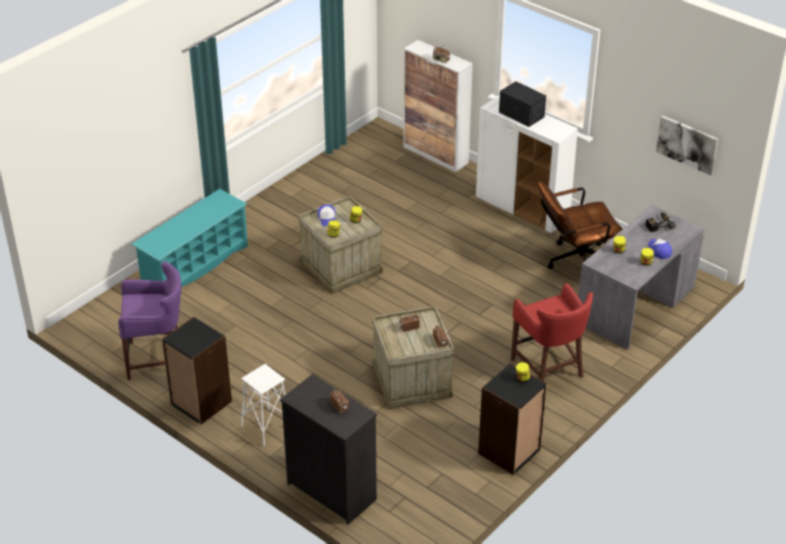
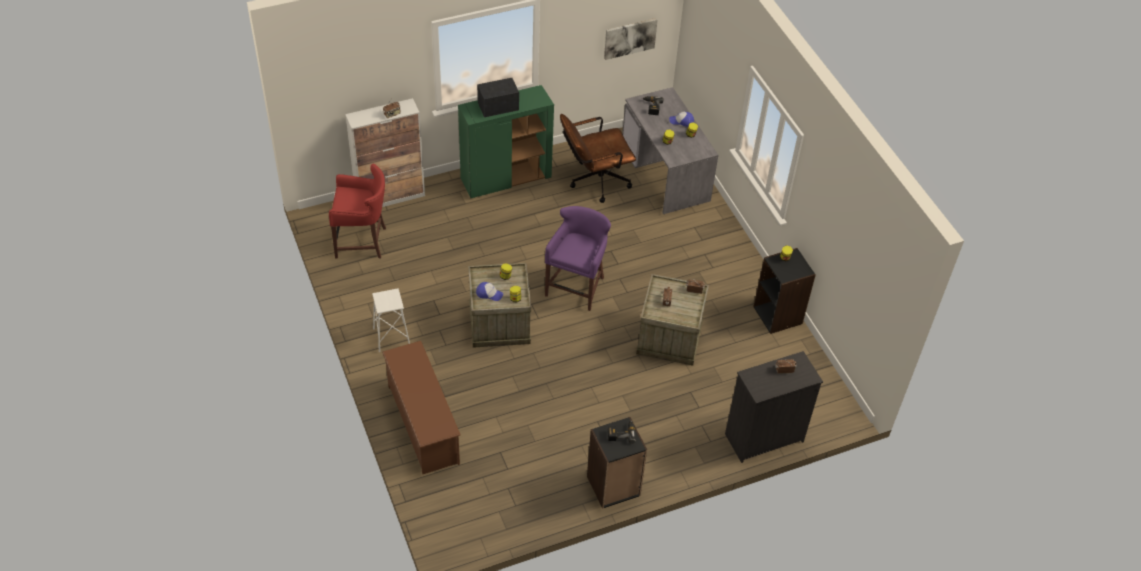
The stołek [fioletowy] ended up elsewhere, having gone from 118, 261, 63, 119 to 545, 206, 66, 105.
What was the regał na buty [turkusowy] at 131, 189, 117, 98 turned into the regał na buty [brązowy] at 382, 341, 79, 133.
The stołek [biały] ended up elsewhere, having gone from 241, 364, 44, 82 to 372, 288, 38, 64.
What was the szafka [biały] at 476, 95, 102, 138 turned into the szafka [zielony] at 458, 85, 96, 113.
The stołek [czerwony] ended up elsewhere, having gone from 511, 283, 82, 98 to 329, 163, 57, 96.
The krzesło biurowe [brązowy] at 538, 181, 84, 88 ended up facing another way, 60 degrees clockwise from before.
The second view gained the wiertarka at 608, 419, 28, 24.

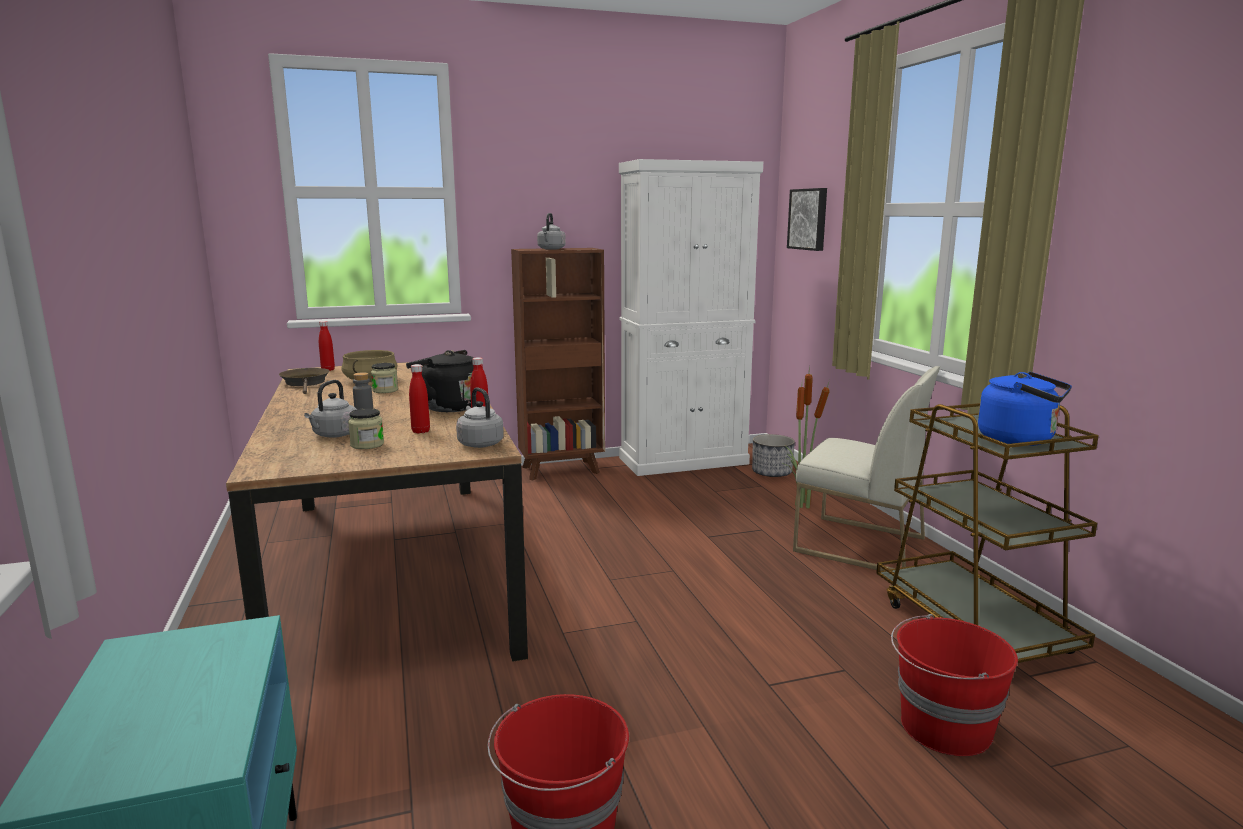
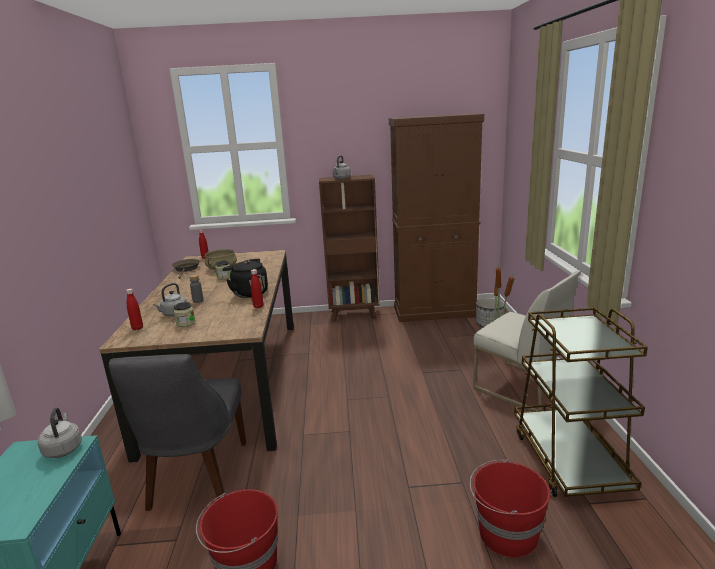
The butelka [czerwony] ended up elsewhere, having gone from 409, 364, 21, 70 to 126, 289, 17, 41.
The czajnik [szary] ended up elsewhere, having gone from 456, 387, 48, 61 to 38, 407, 44, 51.
What was the szafka [biały] at 619, 159, 144, 317 turned into the szafka [brązowy] at 389, 113, 95, 209.
The second view lost the obraz at 787, 188, 40, 63.
The second view lost the czajnik [niebieski] at 978, 372, 94, 74.
The second view gained the krzesło [szary] at 109, 354, 137, 157.

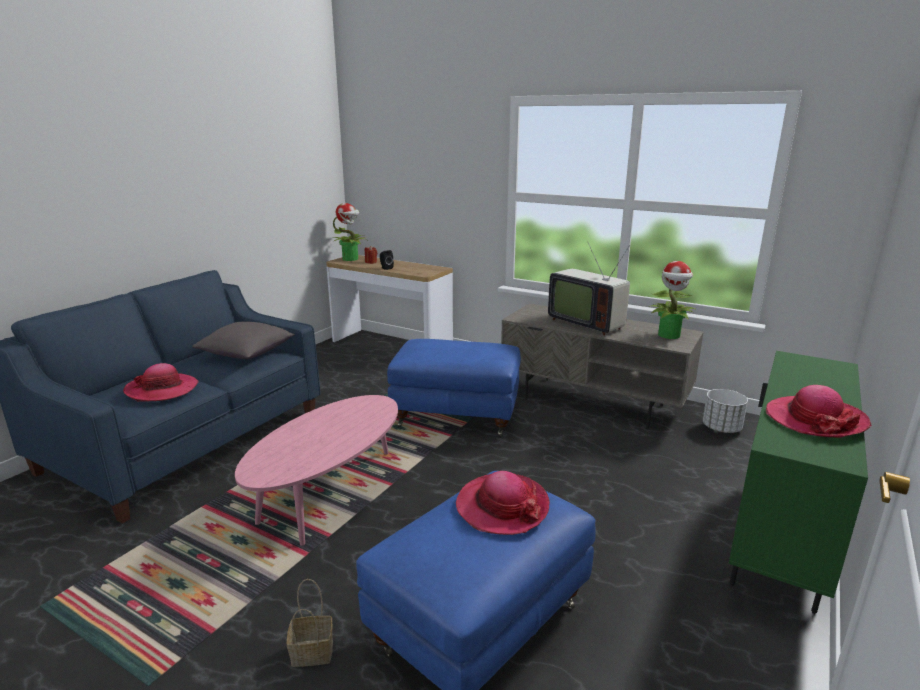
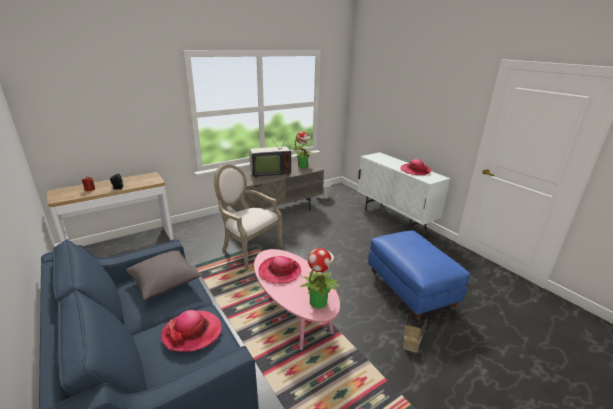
The roślina doniczkowa ended up elsewhere, having gone from 333, 203, 34, 58 to 300, 248, 40, 61.
Where the pufa [niebieski] stood at 387, 339, 134, 97, the fotel came to stand at 214, 164, 69, 106.
The kapelusz ended up elsewhere, having gone from 456, 471, 94, 64 to 258, 256, 43, 28.
What was the szafka [zielony] at 729, 351, 139, 263 turned into the szafka [biały] at 357, 152, 93, 79.

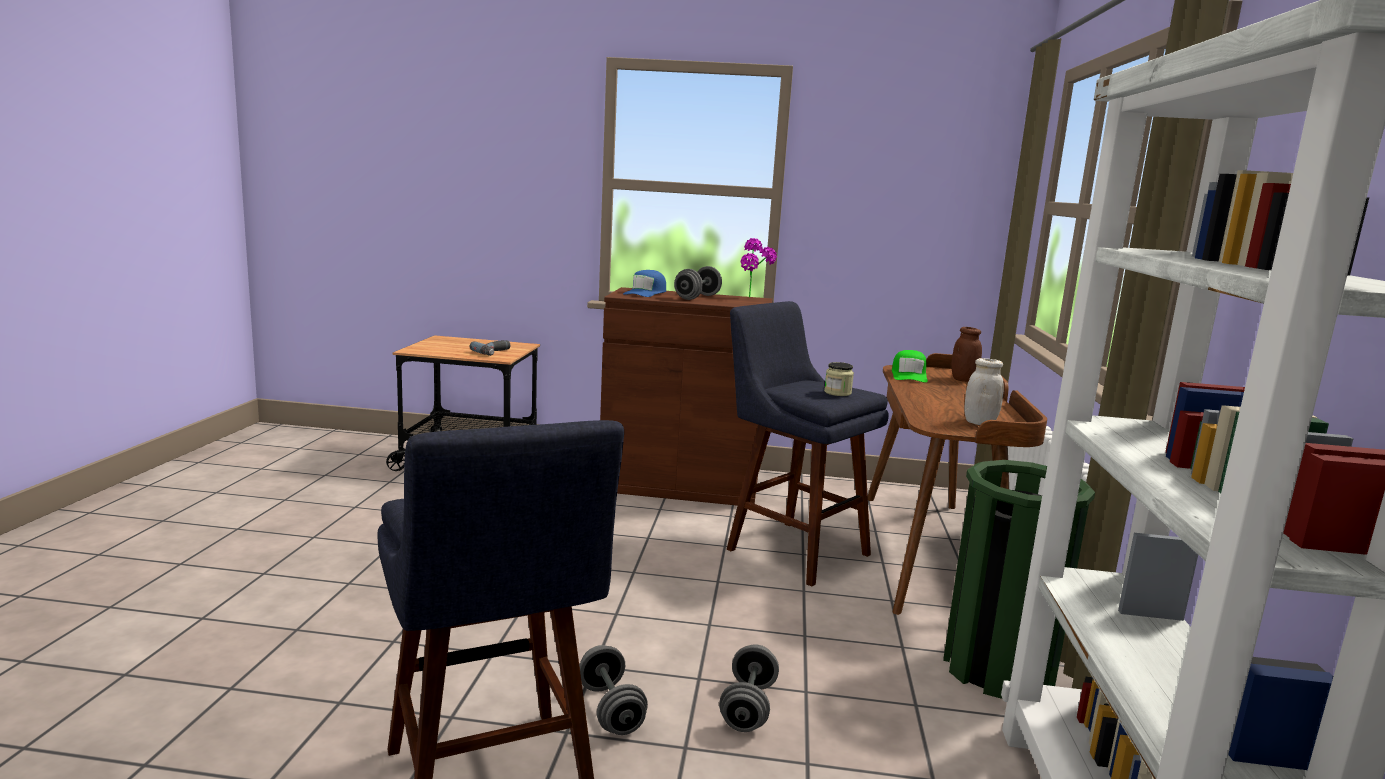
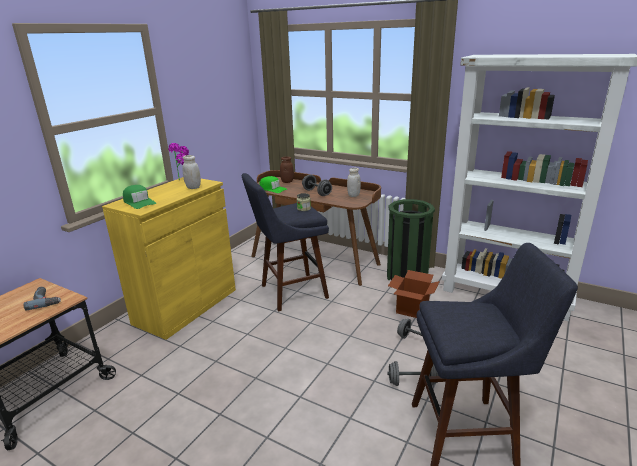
What was the szafka [brązowy] at 600, 287, 173, 219 turned into the szafka [żółty] at 102, 177, 134, 163.
What was the czapka z daszkiem [niebieski] at 623, 270, 43, 27 turned into the czapka z daszkiem [zielony] at 123, 185, 33, 24.
The hantel [szary] ended up elsewhere, having gone from 674, 266, 48, 34 to 302, 174, 30, 22.
The second view gained the słoik [biały] at 182, 155, 19, 34.
The second view gained the karton at 388, 270, 52, 48.

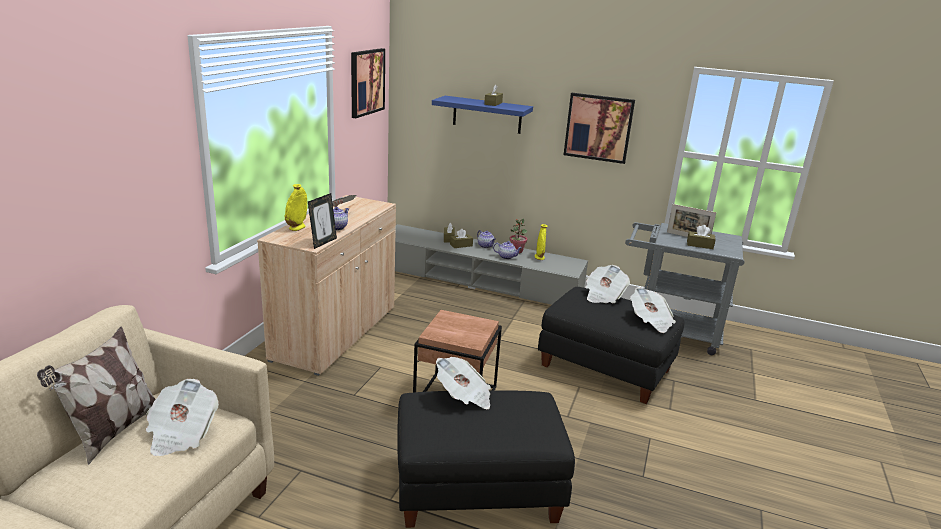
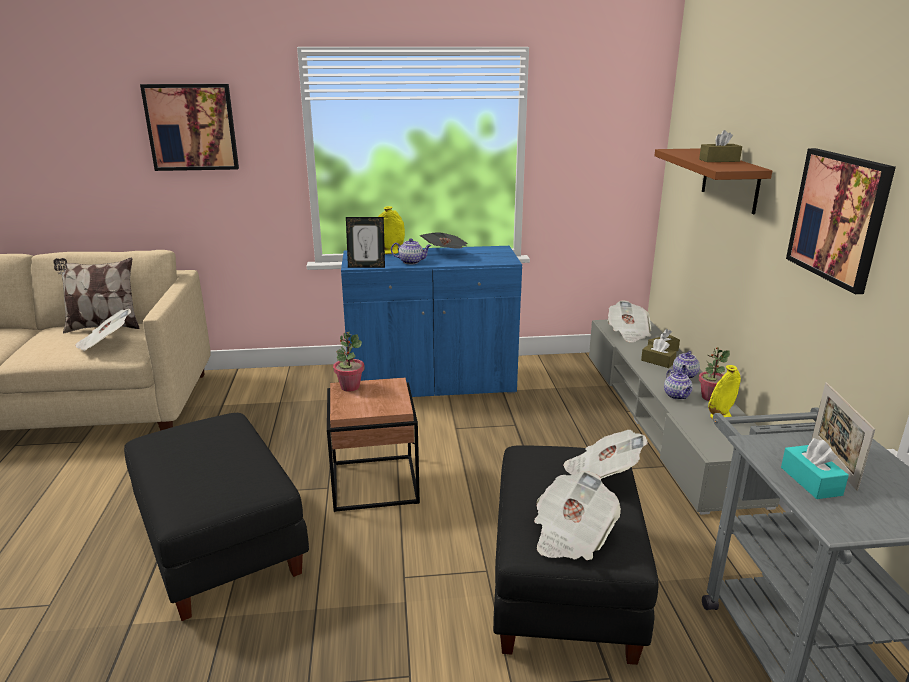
What was the szafka [beżowy] at 257, 195, 139, 181 turned into the szafka [niebieski] at 341, 246, 181, 151.
The obraz ended up elsewhere, having gone from 351, 48, 34, 70 to 140, 84, 99, 87.
What was the półka [niebieski] at 432, 96, 101, 38 turned into the półka [brązowy] at 654, 148, 118, 66.
The gazeta ended up elsewhere, having gone from 436, 357, 55, 52 to 608, 301, 43, 41.
What was the pudełko chusteczek [brązowy] at 687, 225, 29, 24 turned into the pudełko chusteczek [turkusowy] at 781, 438, 68, 61.
The second view gained the roślina doniczkowa at 333, 332, 32, 60.

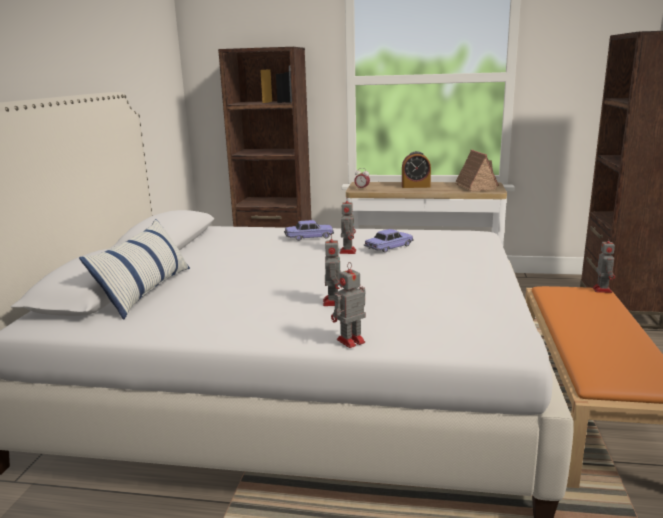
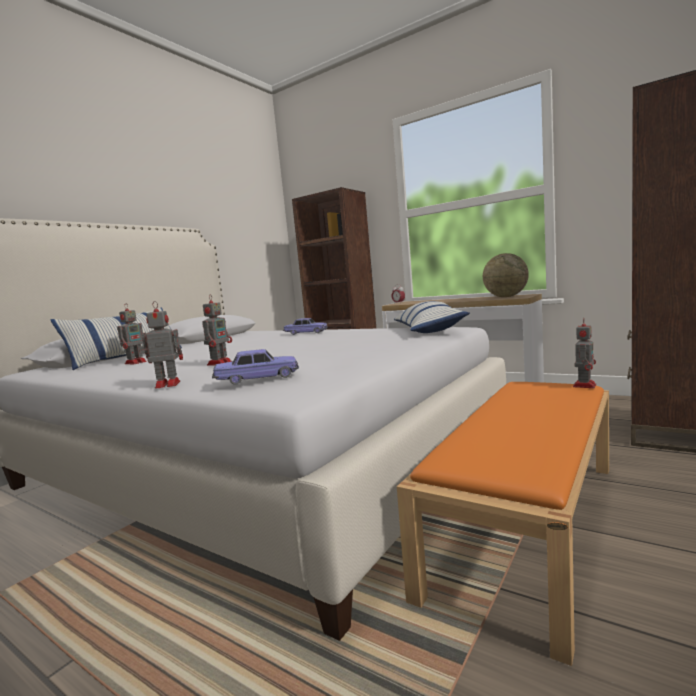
The robot zabawkowy ended up elsewhere, having gone from 340, 201, 16, 53 to 117, 303, 30, 61.
The samochodzik ended up elsewhere, having gone from 364, 229, 50, 24 to 212, 349, 87, 36.
The second view lost the budzik at 402, 151, 29, 37.
Where the domek stood at 455, 150, 44, 42, the globus came to stand at 483, 253, 46, 44.
The second view gained the poduszka at 394, 301, 76, 32.

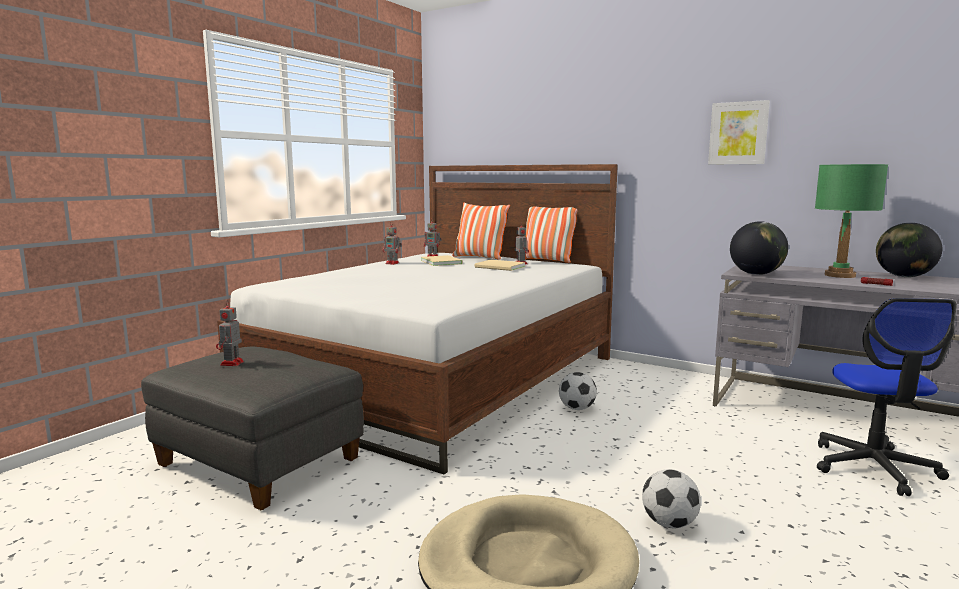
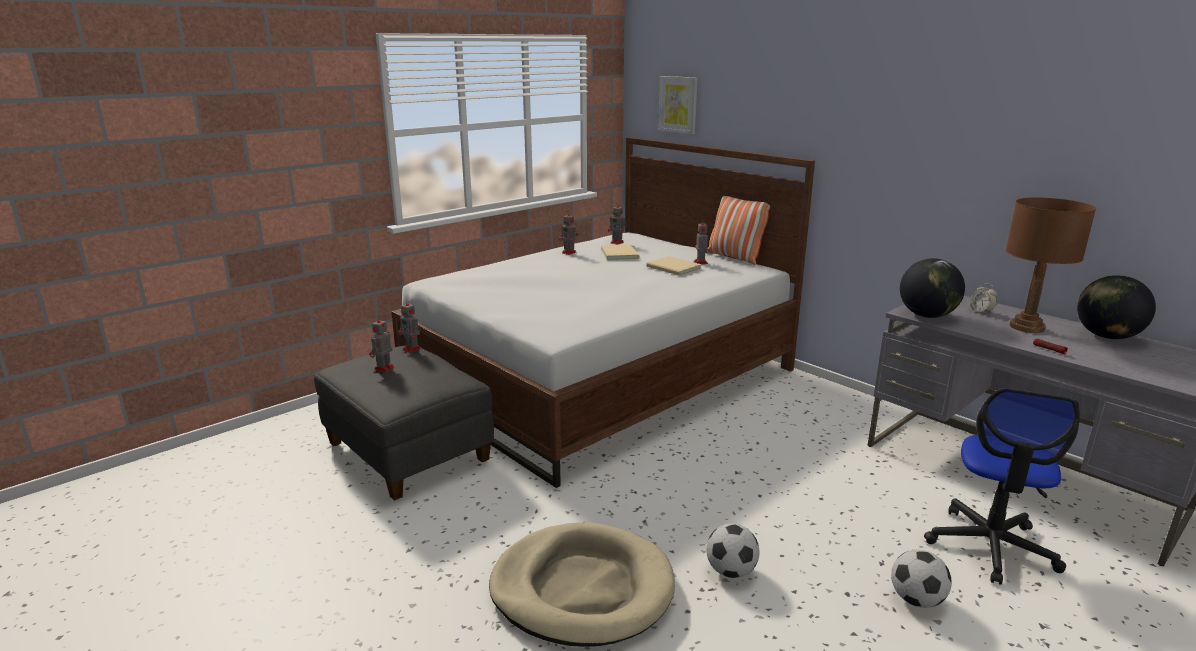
The second view lost the poduszka at 452, 202, 58, 58.
The piłka futbolowa ended up elsewhere, having gone from 559, 372, 38, 38 to 891, 549, 61, 59.
The obraz ended up elsewhere, having gone from 708, 100, 62, 64 to 658, 76, 40, 58.
What was the lampa stołowa [zielony] at 815, 164, 73, 114 turned into the lampa stołowa [brązowy] at 1006, 197, 90, 136.
The second view gained the robot zabawkowy at 398, 299, 23, 54.
The second view gained the budzik at 970, 284, 27, 30.

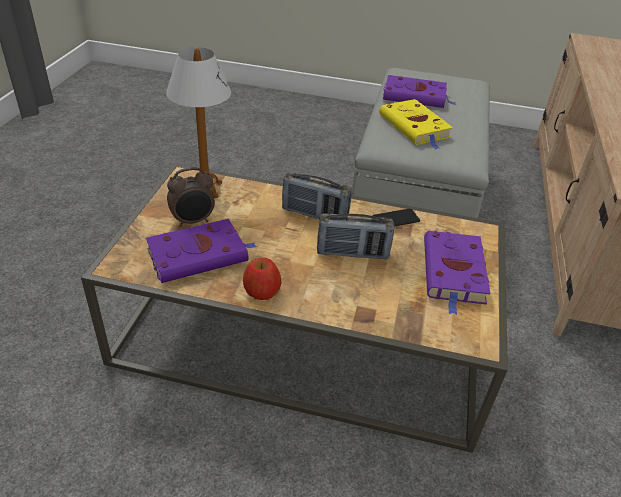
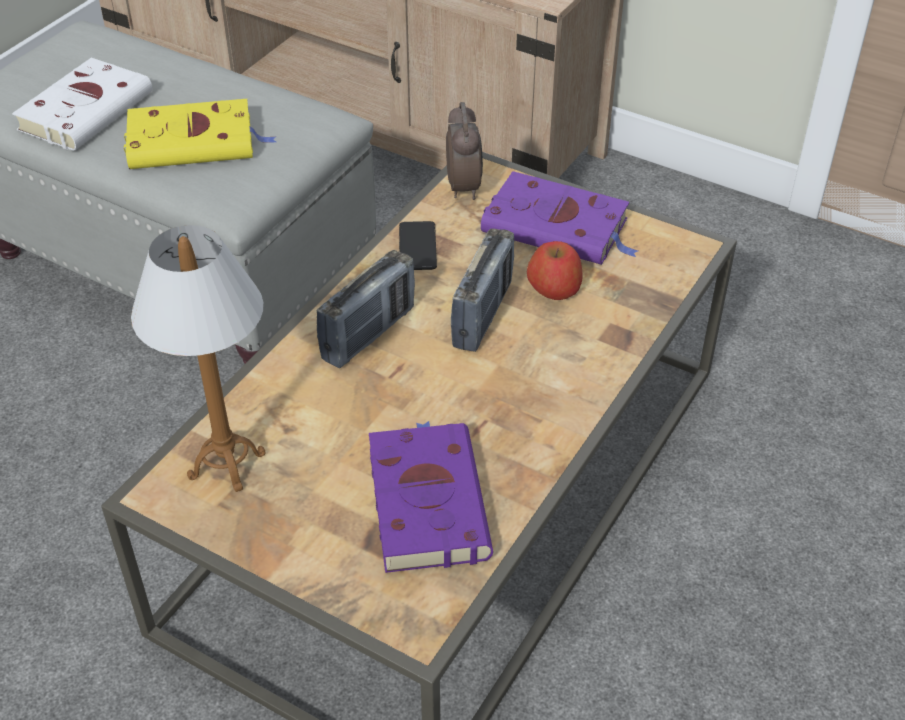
The budzik ended up elsewhere, having gone from 167, 167, 48, 60 to 446, 102, 37, 98.
The jabłko ended up elsewhere, having gone from 243, 258, 39, 42 to 527, 241, 55, 59.
What was the książka [fioletowy] at 383, 75, 73, 33 turned into the książka [biały] at 12, 58, 141, 93.

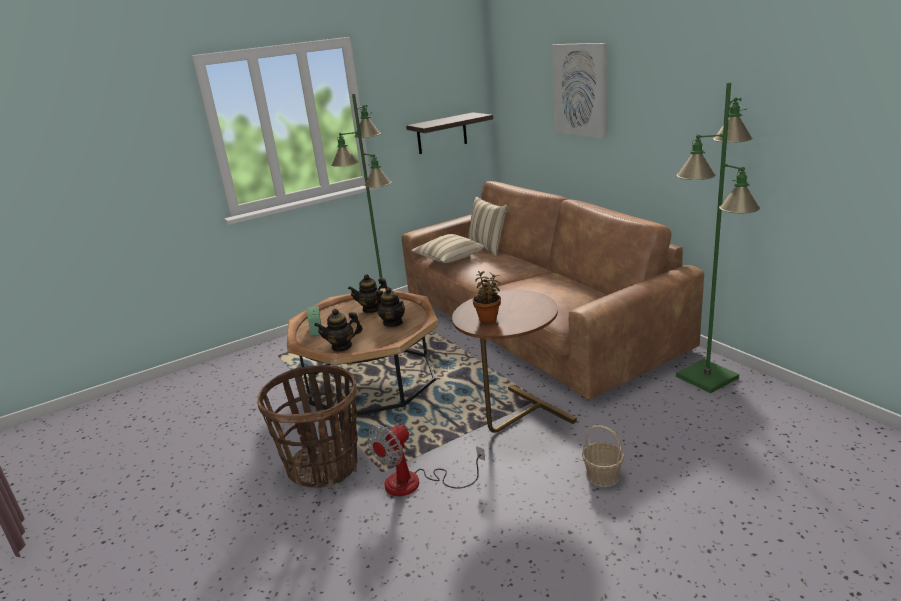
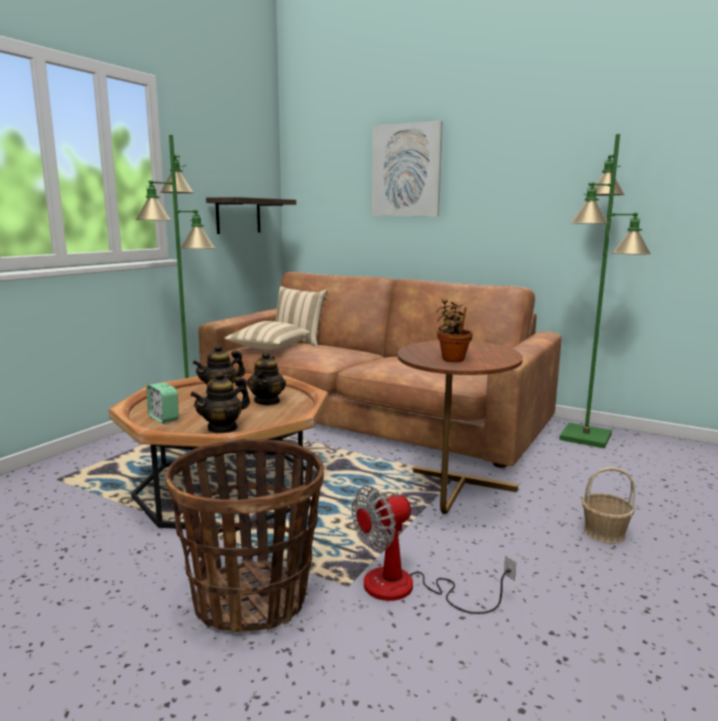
The wentylator at 367, 423, 118, 73 ended up facing another way, 45 degrees clockwise from before.
The imbryk at 376, 287, 29, 40 ended up facing another way, 75 degrees clockwise from before.

